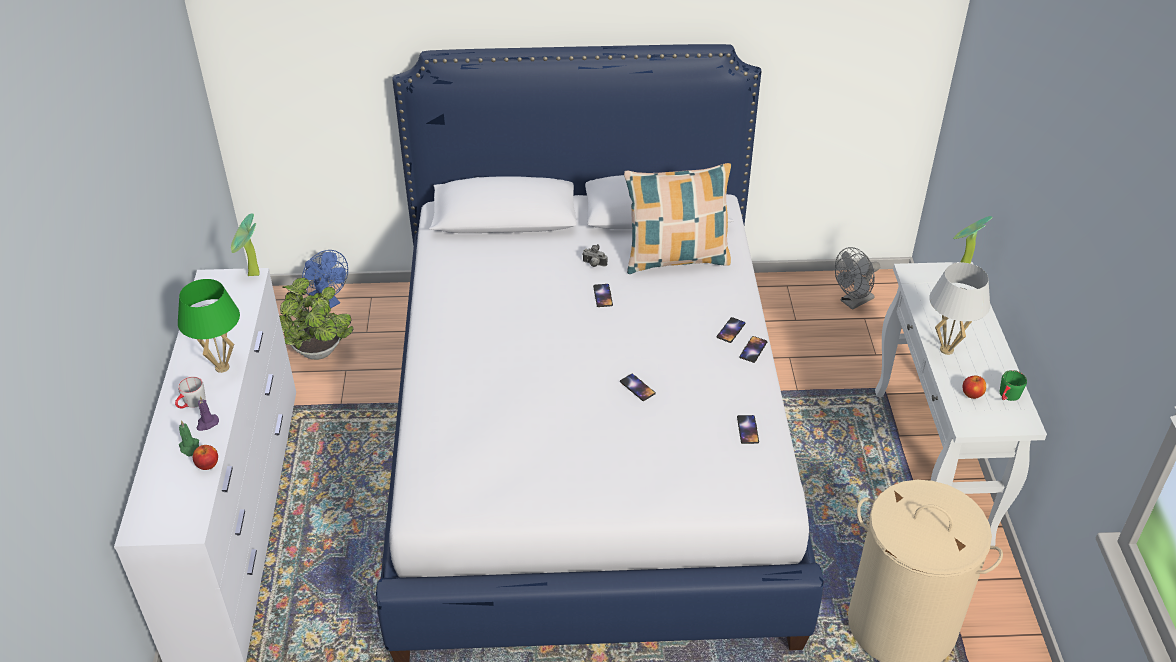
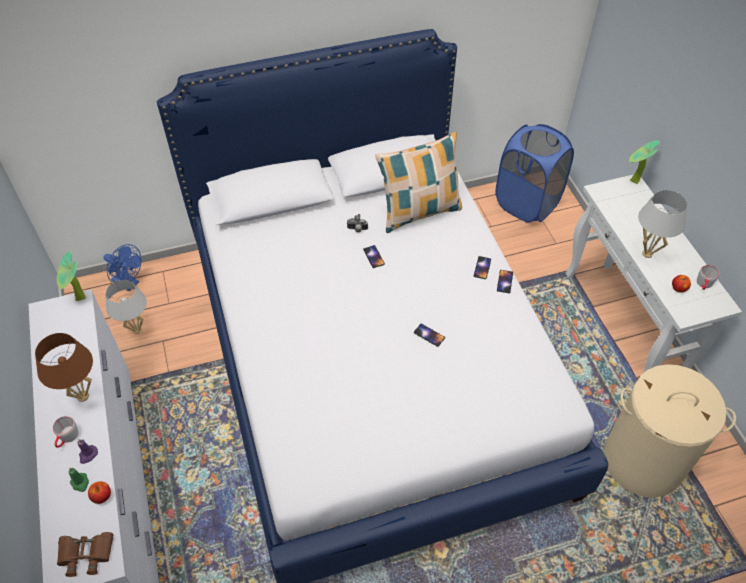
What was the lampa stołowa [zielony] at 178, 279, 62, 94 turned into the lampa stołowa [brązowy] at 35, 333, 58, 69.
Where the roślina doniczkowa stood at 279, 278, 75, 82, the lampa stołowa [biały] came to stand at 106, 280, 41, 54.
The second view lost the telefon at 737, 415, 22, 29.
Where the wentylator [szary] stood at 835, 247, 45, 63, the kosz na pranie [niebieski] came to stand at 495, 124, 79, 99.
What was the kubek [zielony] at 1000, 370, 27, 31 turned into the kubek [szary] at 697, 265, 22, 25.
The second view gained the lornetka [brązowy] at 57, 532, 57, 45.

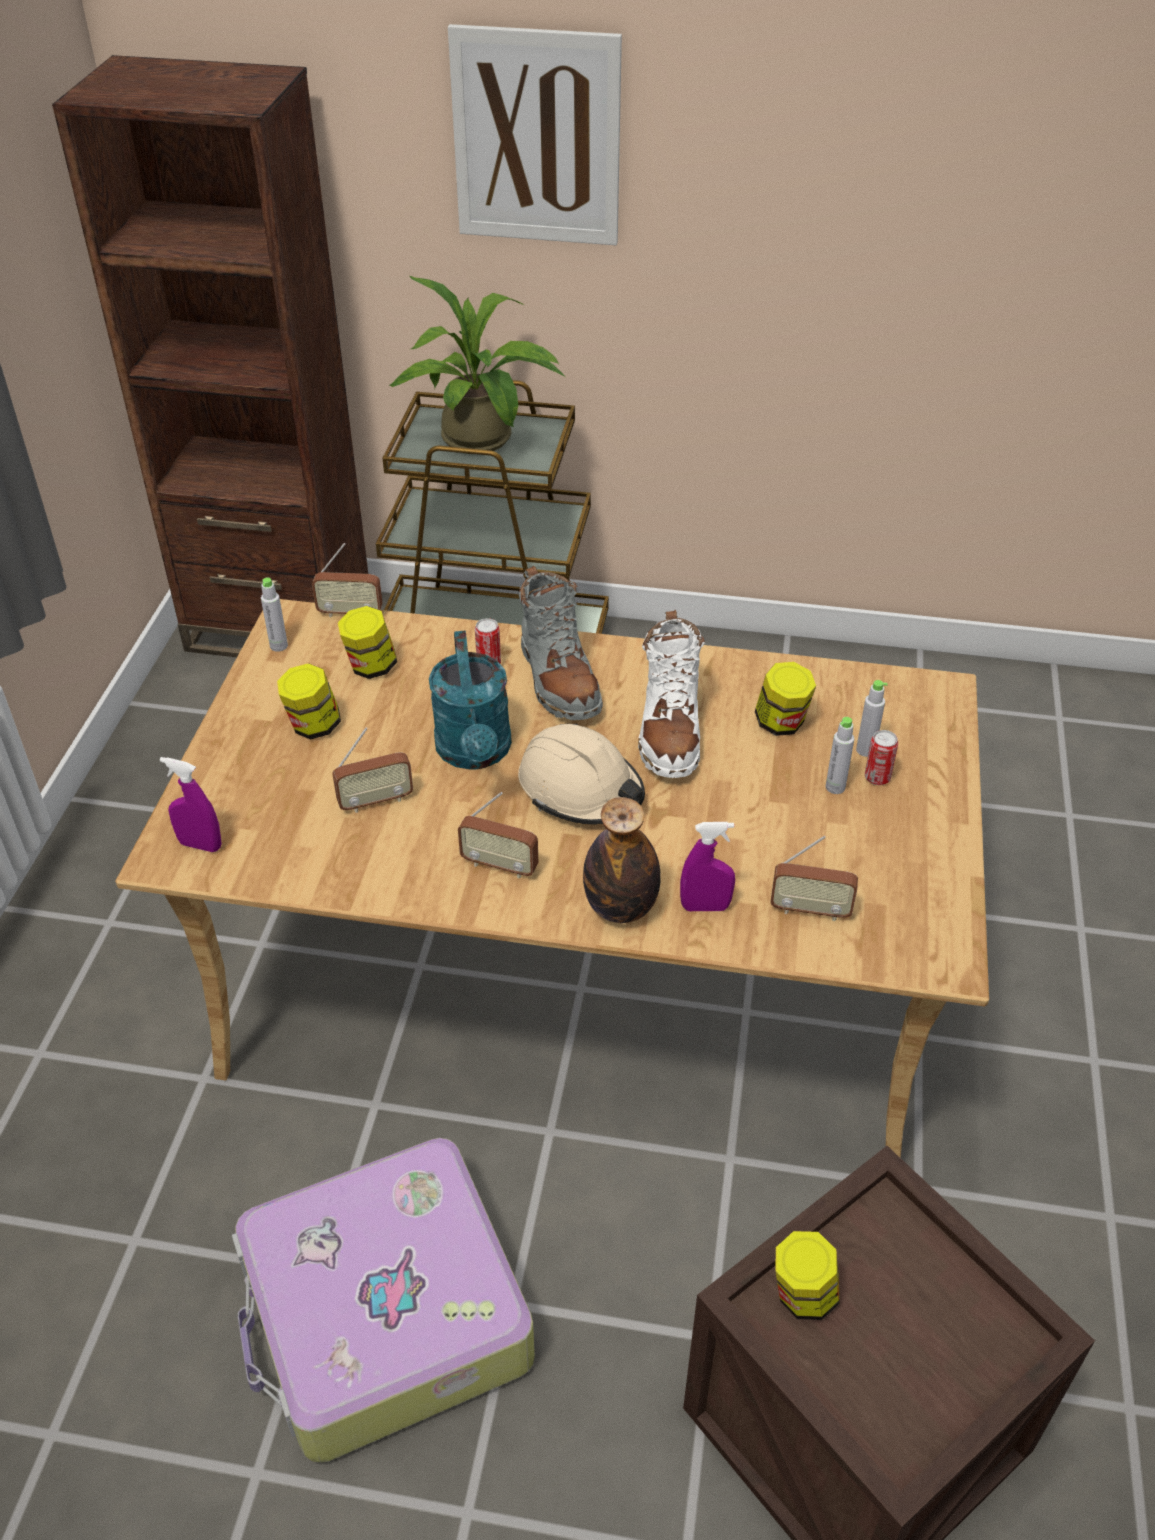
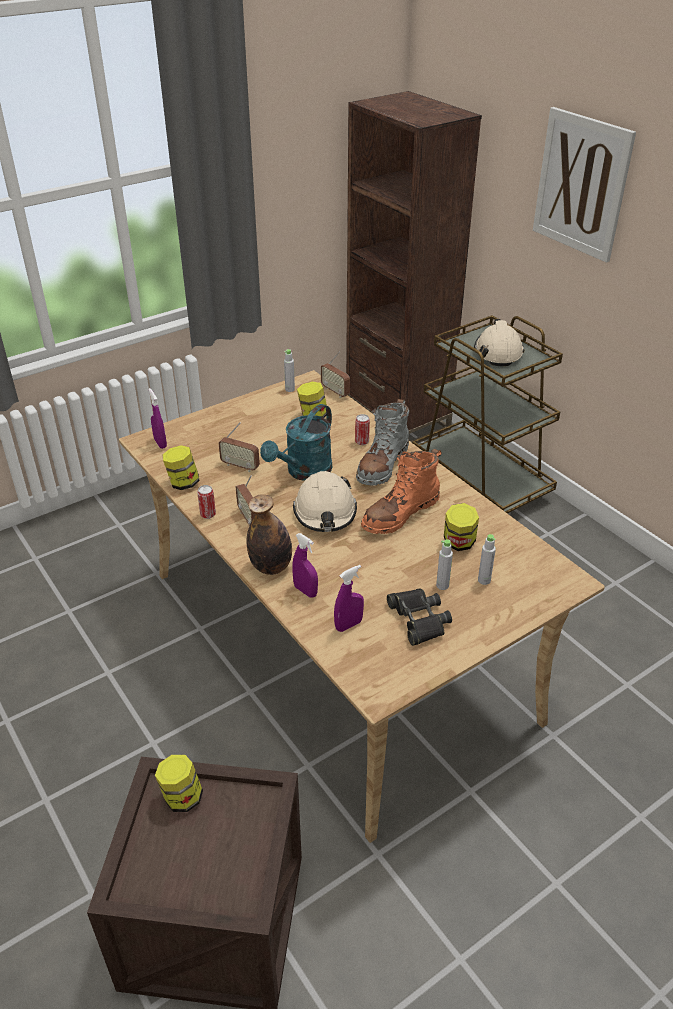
The second view lost the walizka at 232, 1138, 303, 325.
The słoik ended up elsewhere, having gone from 277, 663, 64, 76 to 163, 445, 37, 45.
Where the roślina doniczkowa stood at 389, 276, 176, 178, the kask [beżowy] came to stand at 474, 319, 50, 47.
What was the but z cholewką [biały] at 638, 610, 67, 168 turned into the but z cholewką [pomarańczowy] at 361, 449, 81, 85.
Where the radio stood at 770, 836, 88, 85, the spryskiwacz [fioletowy] came to stand at 334, 565, 30, 67.
The puszka ended up elsewhere, having gone from 865, 730, 33, 55 to 197, 485, 19, 34.
The second view gained the lornetka [czarny] at 387, 589, 65, 57.

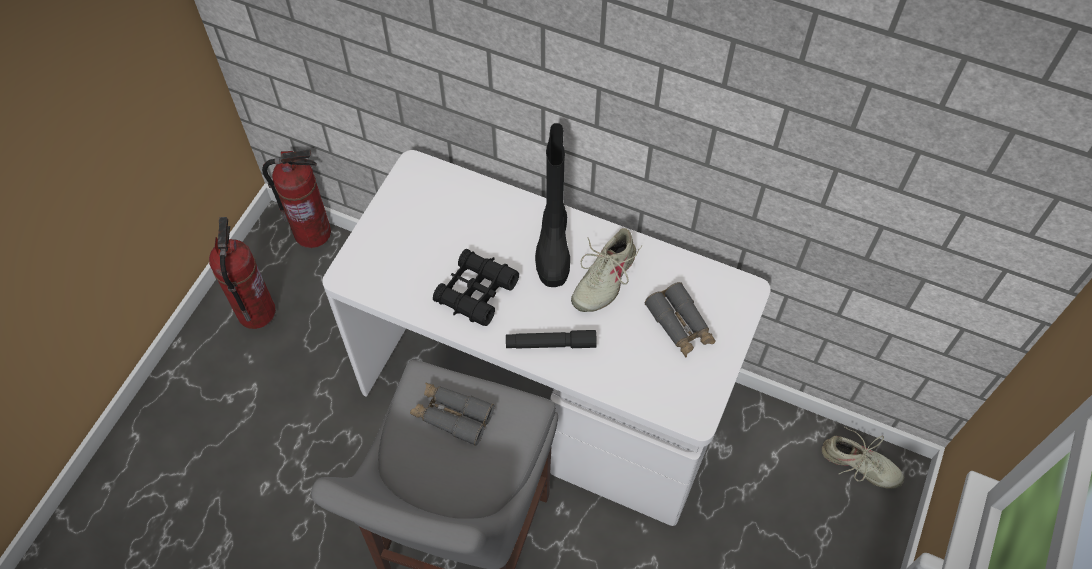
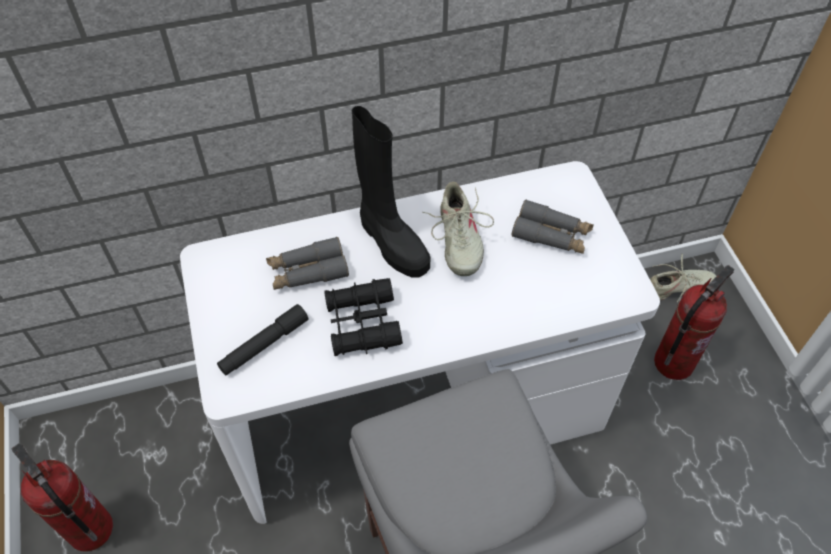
The gaśnica ended up elsewhere, having gone from 262, 149, 69, 99 to 654, 265, 80, 115.
The lornetka [szary] ended up elsewhere, having gone from 410, 382, 85, 64 to 266, 236, 83, 54.
The latarka [czarny] ended up elsewhere, having gone from 506, 330, 91, 19 to 217, 304, 91, 71.

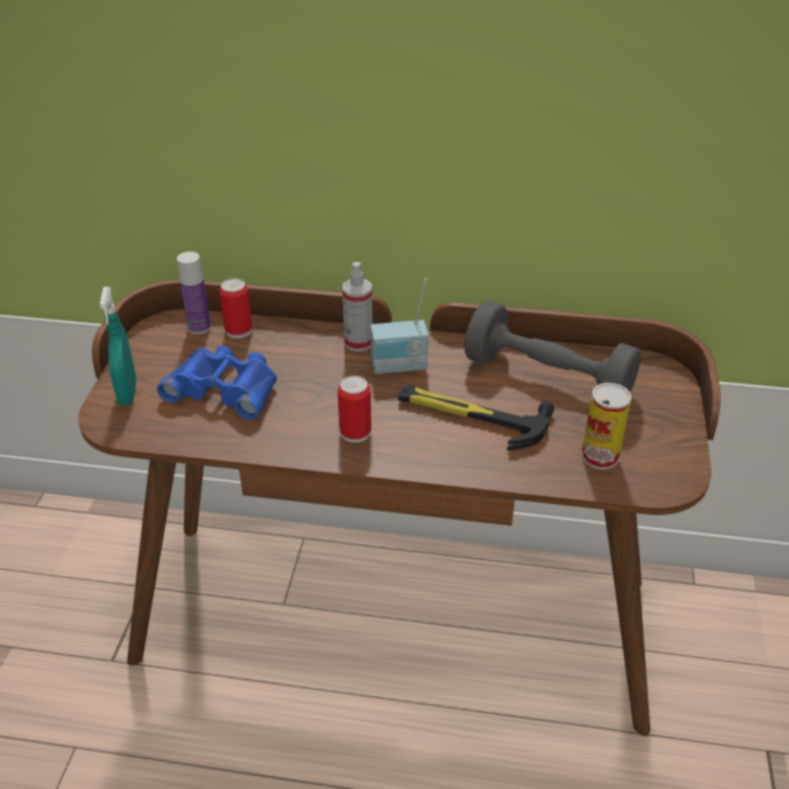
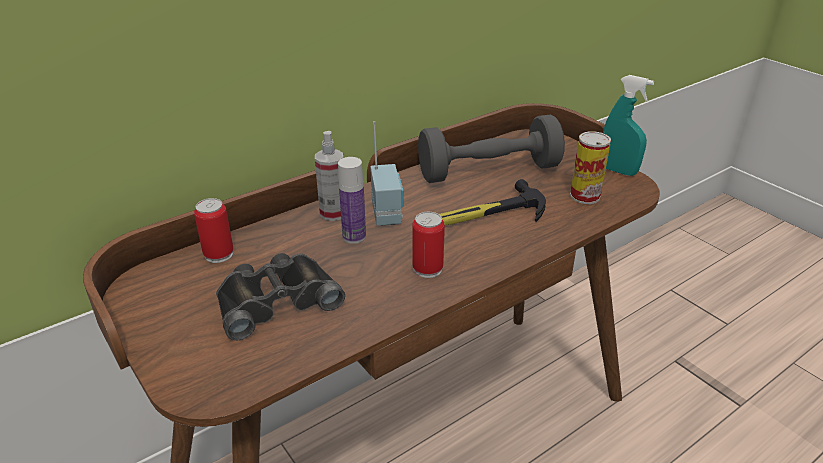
The spryskiwacz [turkusowy] ended up elsewhere, having gone from 100, 287, 37, 118 to 603, 75, 51, 101.
What was the lornetka [niebieski] at 157, 346, 120, 74 turned into the lornetka [czarny] at 216, 253, 129, 87.
The butelka ended up elsewhere, having gone from 177, 252, 34, 82 to 338, 157, 28, 87.
The radio at 370, 278, 59, 96 ended up facing another way, 45 degrees counterclockwise from before.

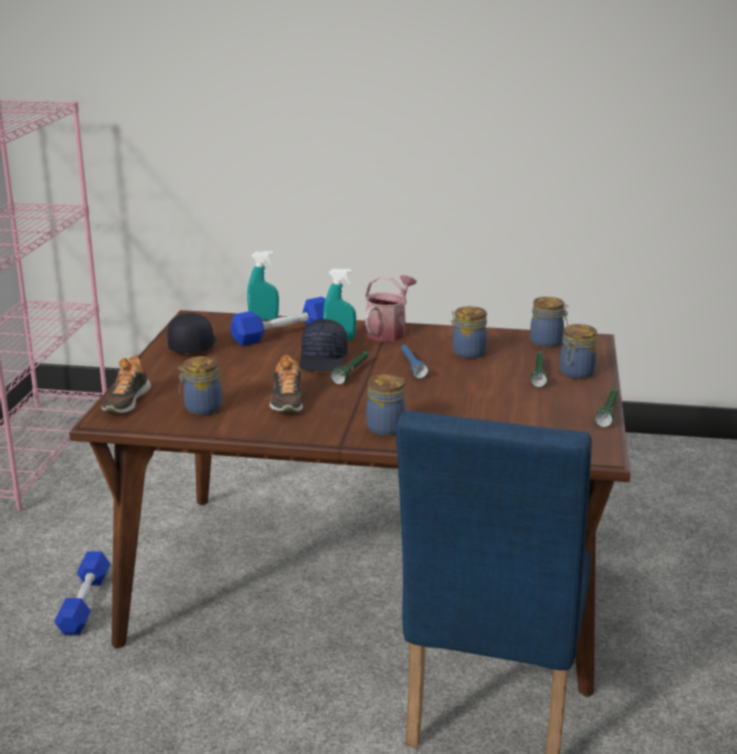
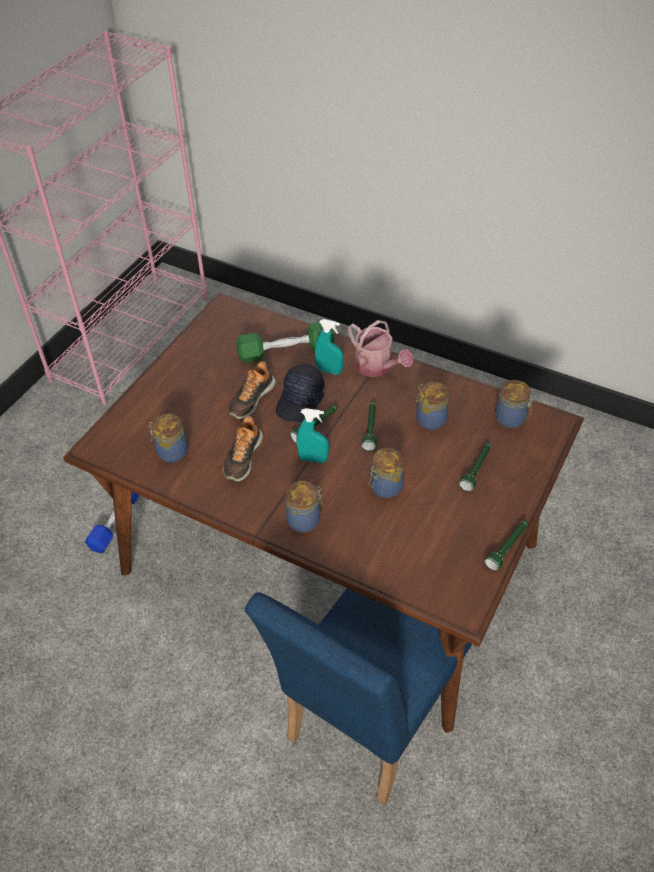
The but ended up elsewhere, having gone from 101, 355, 50, 58 to 229, 361, 47, 58.
The second view lost the czapka z daszkiem [czarny] at 167, 313, 50, 40.
What was the hantel [niebieski] at 230, 297, 96, 49 turned into the hantel [zielony] at 236, 322, 99, 41.
The spryskiwacz [turkusowy] ended up elsewhere, having gone from 247, 251, 32, 69 to 297, 408, 32, 55.
The konewka at 365, 275, 51, 66 ended up facing another way, 90 degrees clockwise from before.
What was the latarka [niebieski] at 401, 345, 27, 34 turned into the latarka [zielony] at 361, 402, 16, 49.
The słoik ended up elsewhere, having gone from 560, 324, 37, 55 to 369, 448, 35, 50.

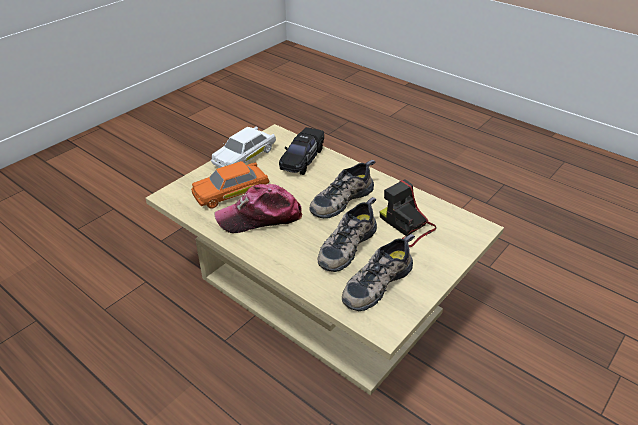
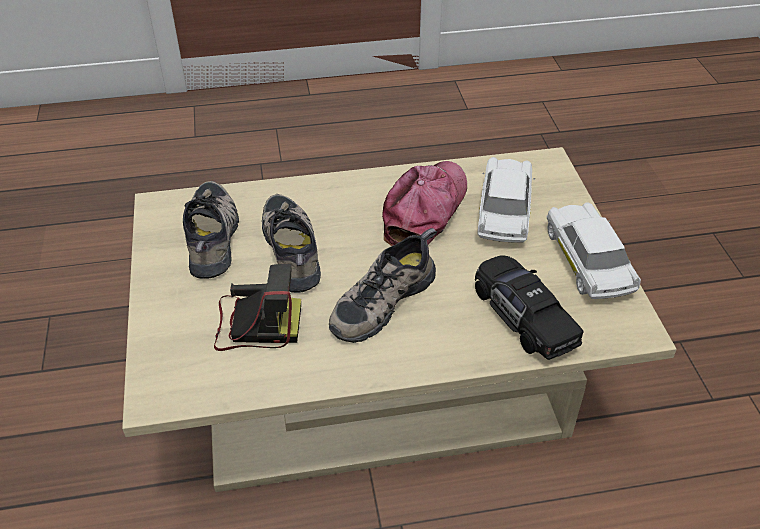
What was the samochodzik [pomarańczowy] at 191, 161, 78, 48 turned into the samochodzik [biały] at 477, 157, 58, 86.
The but at 310, 160, 65, 59 ended up facing another way, 135 degrees counterclockwise from before.

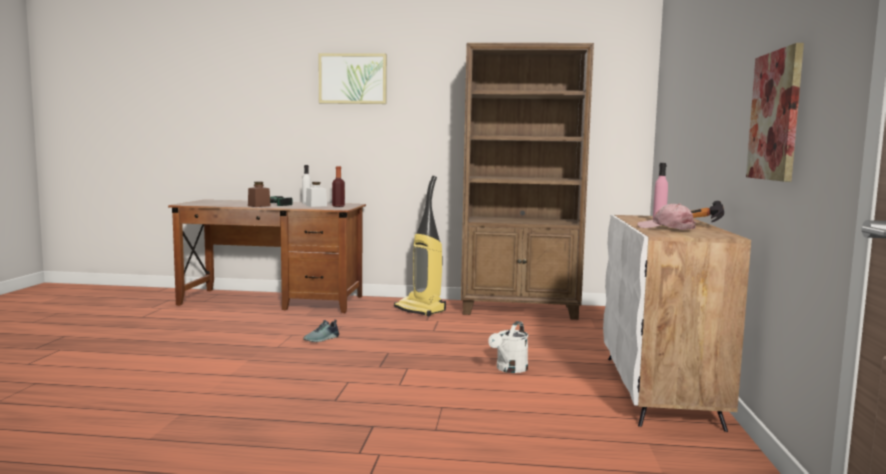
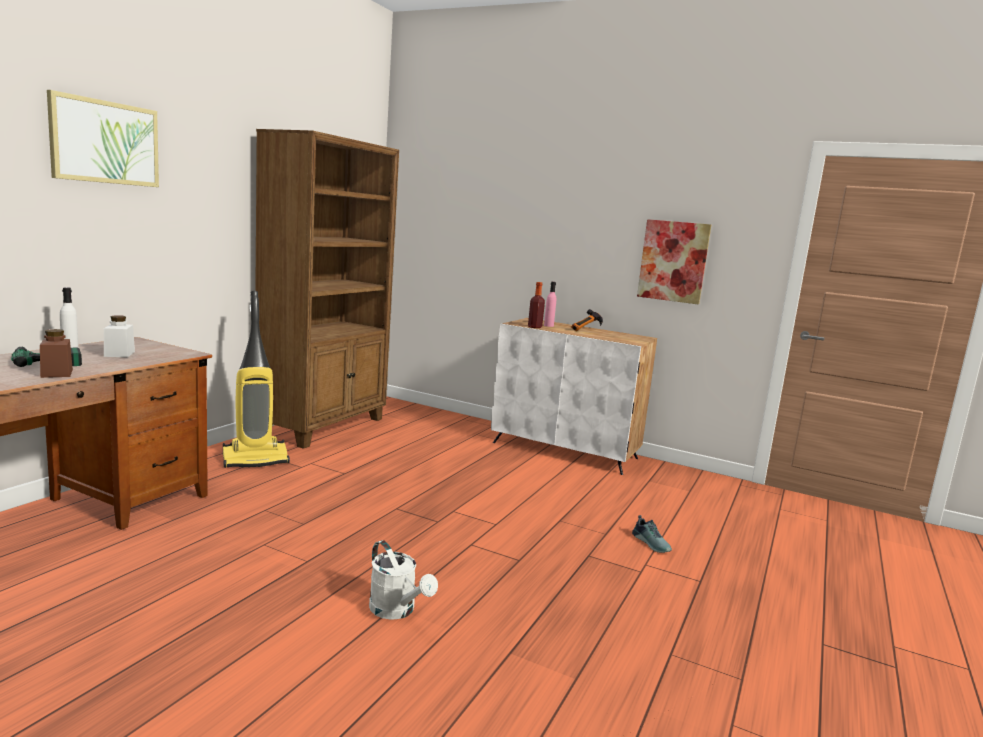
The but ended up elsewhere, having gone from 303, 320, 36, 22 to 632, 515, 40, 38.
The butelka ended up elsewhere, having gone from 332, 166, 13, 41 to 528, 282, 17, 46.
The konewka [biały] ended up elsewhere, having gone from 488, 321, 40, 52 to 369, 540, 69, 80.
The second view lost the czapka z daszkiem [różowy] at 637, 204, 59, 26.

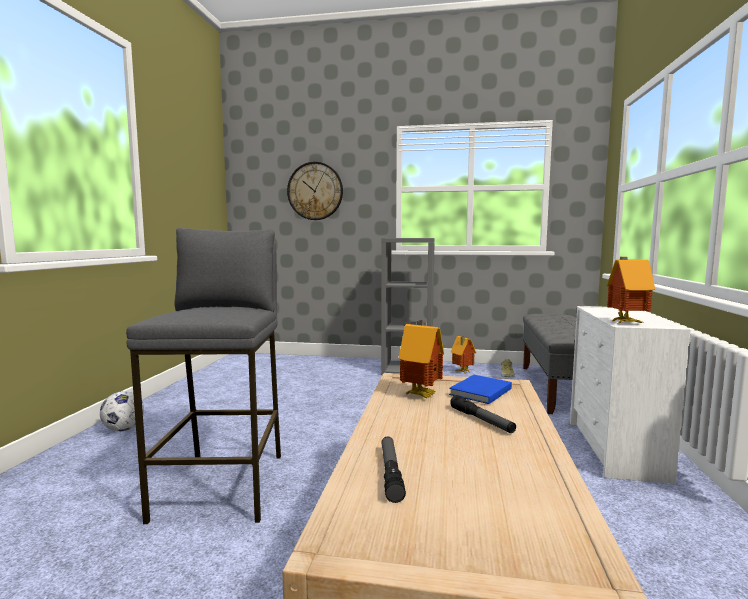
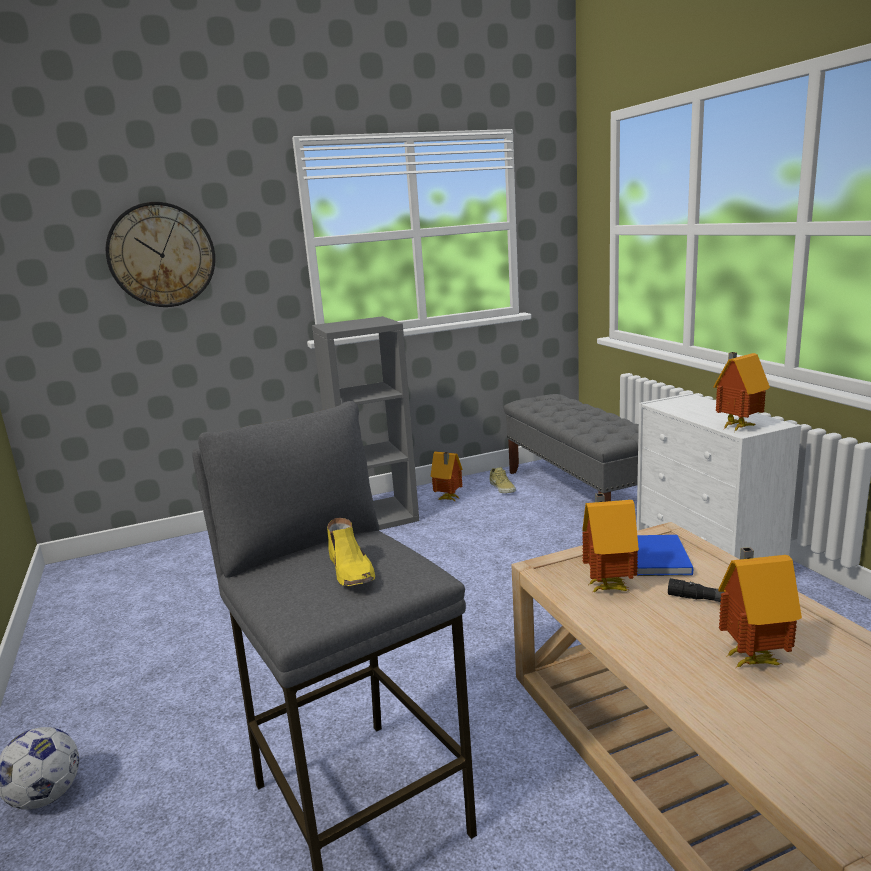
The second view lost the latarka at 381, 436, 25, 67.
The second view gained the but [żółty] at 327, 518, 48, 68.
The second view gained the domek at 718, 547, 84, 121.

